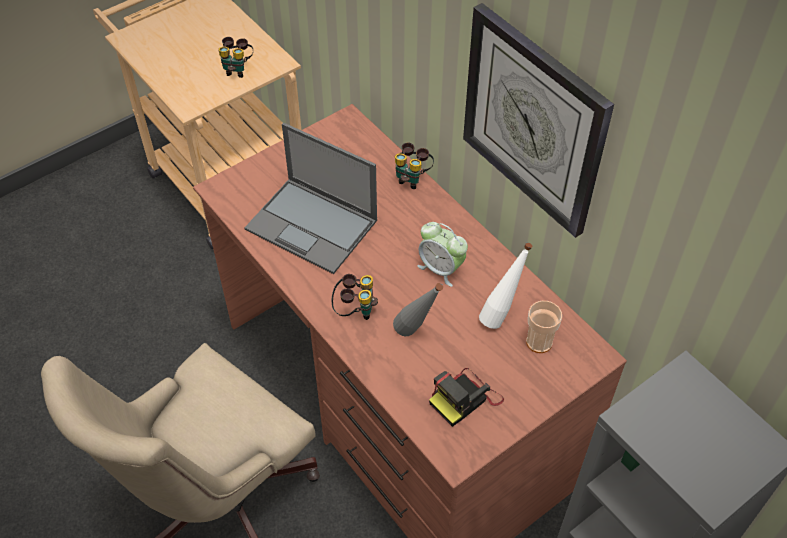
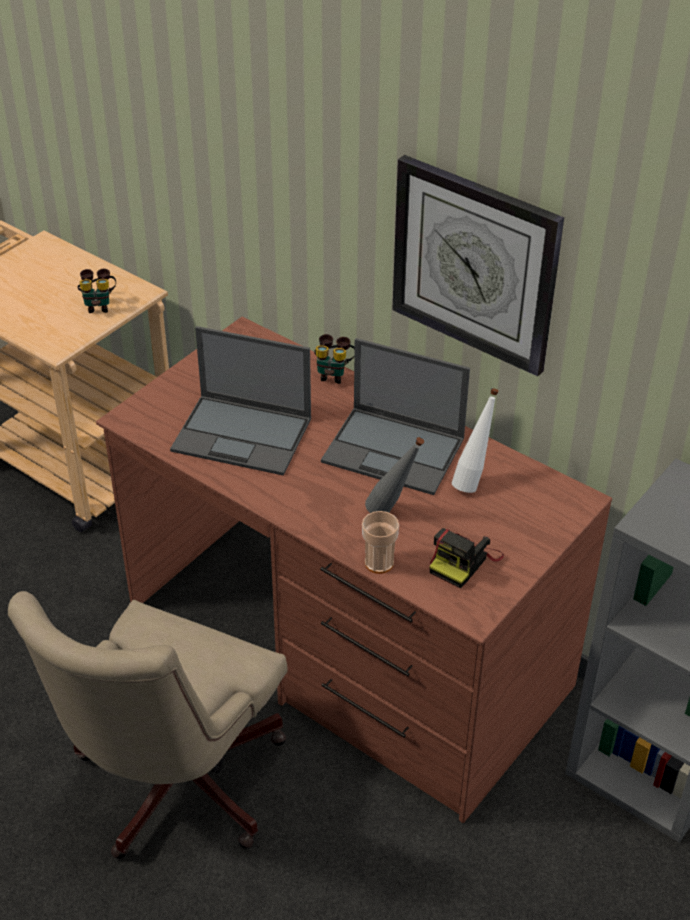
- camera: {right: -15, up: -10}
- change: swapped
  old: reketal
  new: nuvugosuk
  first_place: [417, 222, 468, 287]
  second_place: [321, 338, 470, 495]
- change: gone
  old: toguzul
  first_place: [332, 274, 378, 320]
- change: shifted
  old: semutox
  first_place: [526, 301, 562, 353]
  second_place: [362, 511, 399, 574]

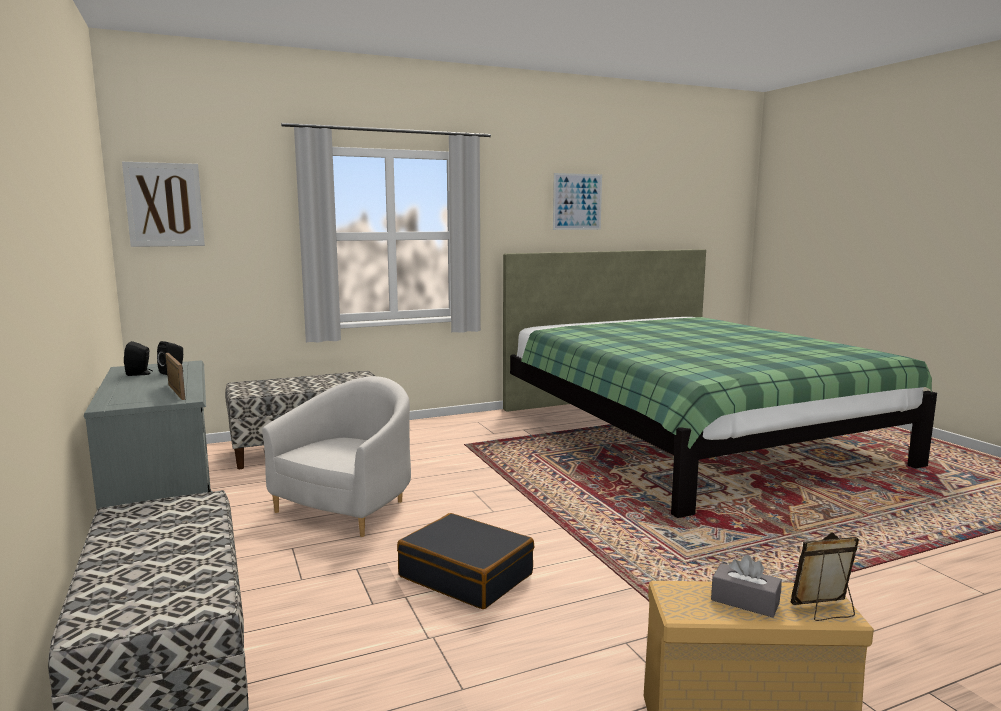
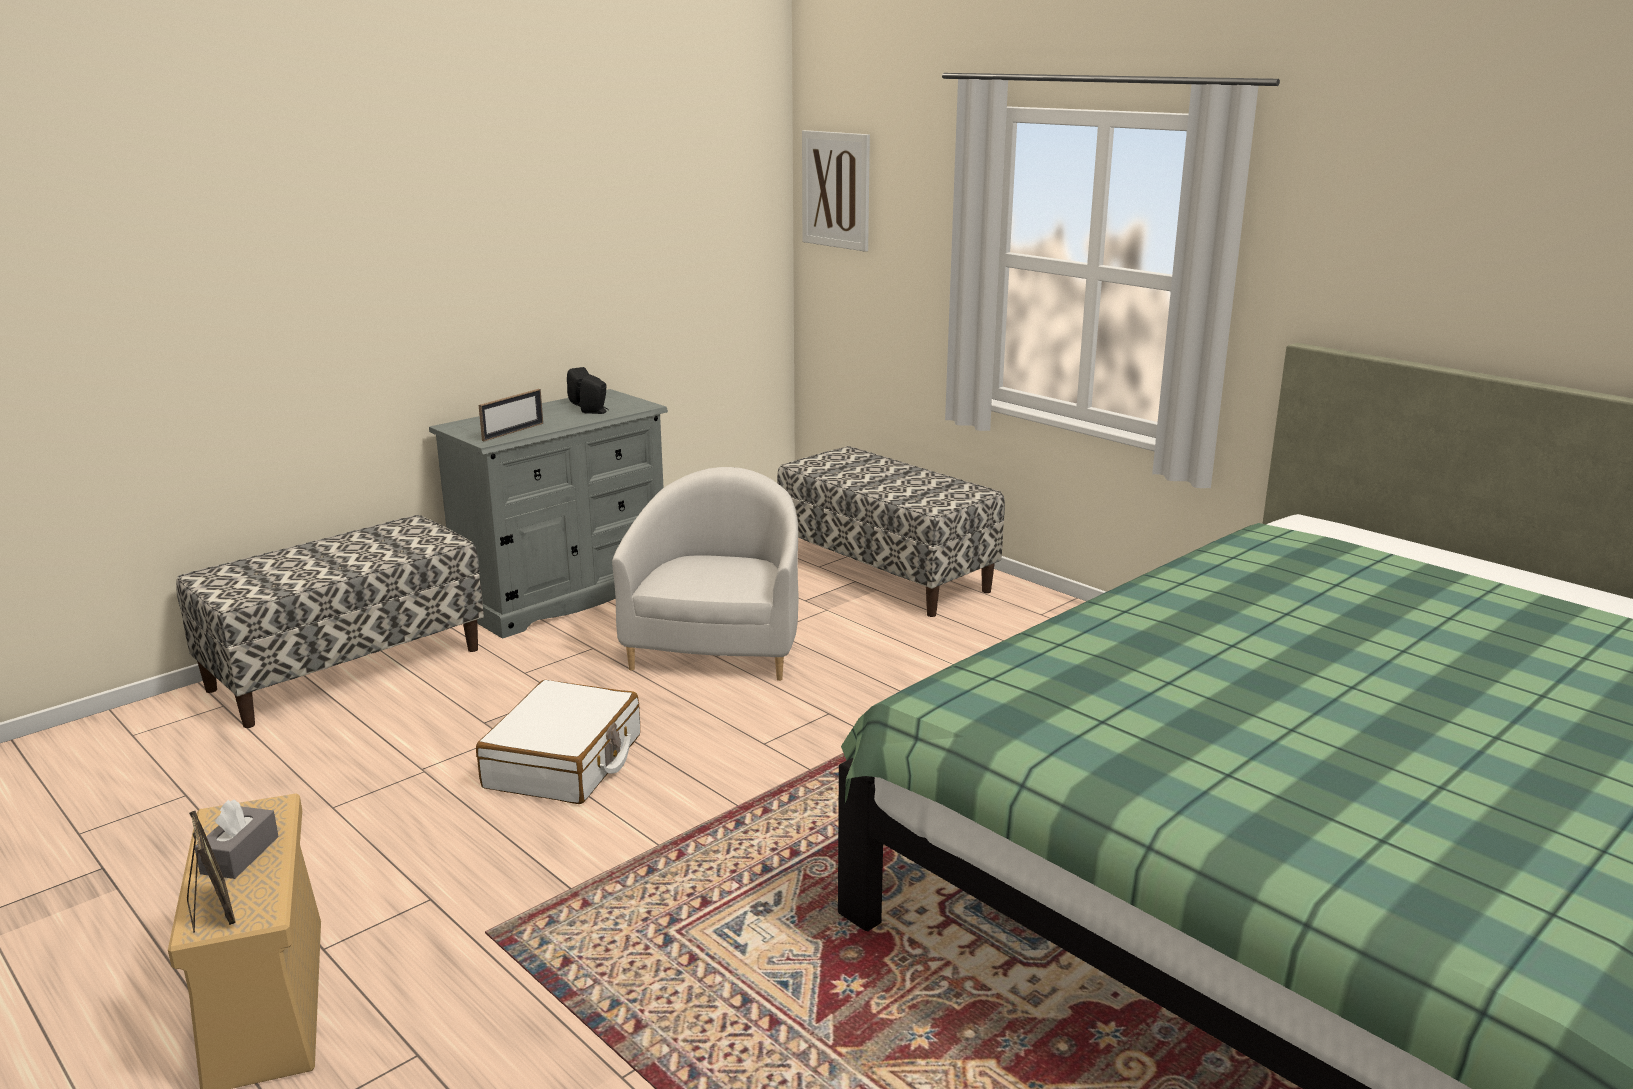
- camera: {right: 70, up: 10}
- change: gone
  old: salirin
  first_place: [553, 173, 602, 230]
- change: rotated
  old: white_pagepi
  first_place: [262, 376, 411, 537]
  second_place: [612, 467, 799, 681]
  degrees: -90
- change: repainted
  old: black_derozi
  new: white_derozi
  first_place: [397, 513, 534, 609]
  second_place: [476, 680, 640, 804]

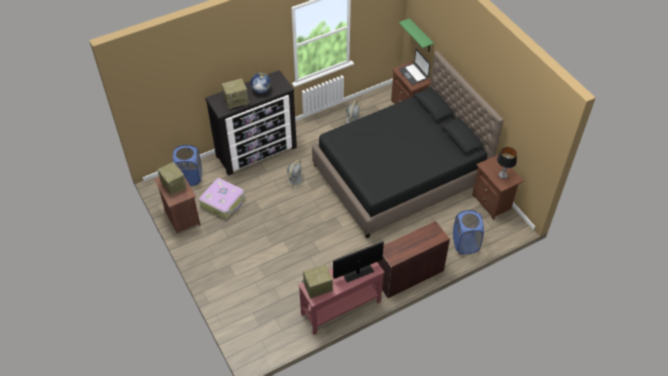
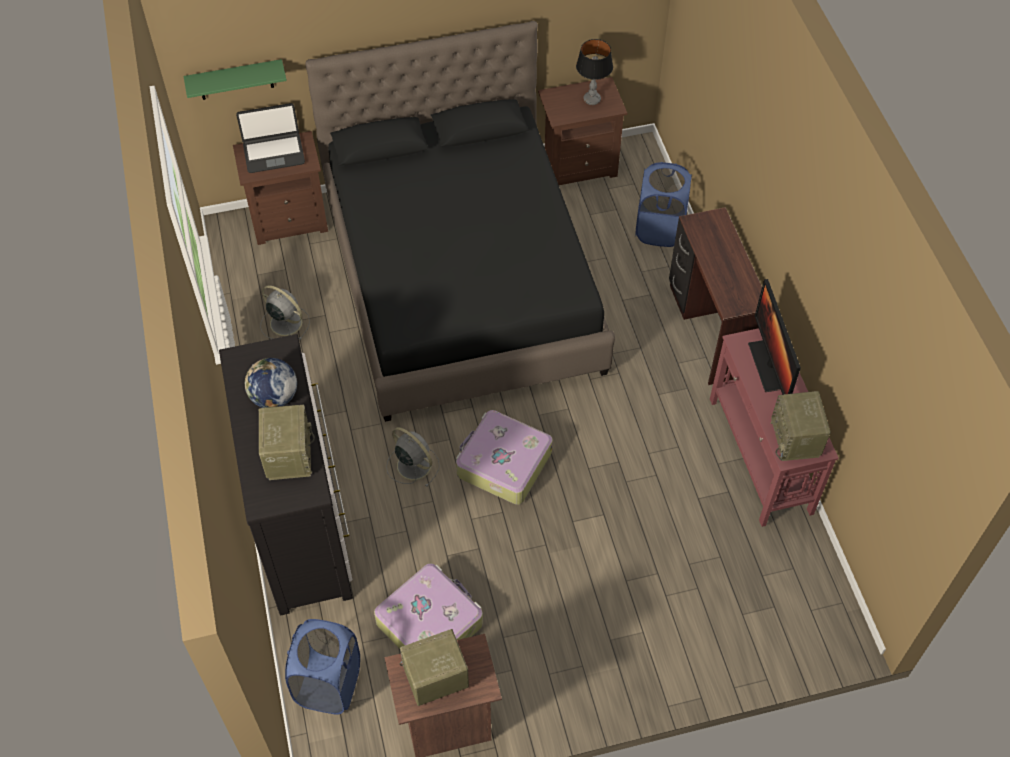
- camera: {right: -75, up: 5}
- change: new
  new: derozi
  second_place: [456, 410, 553, 505]

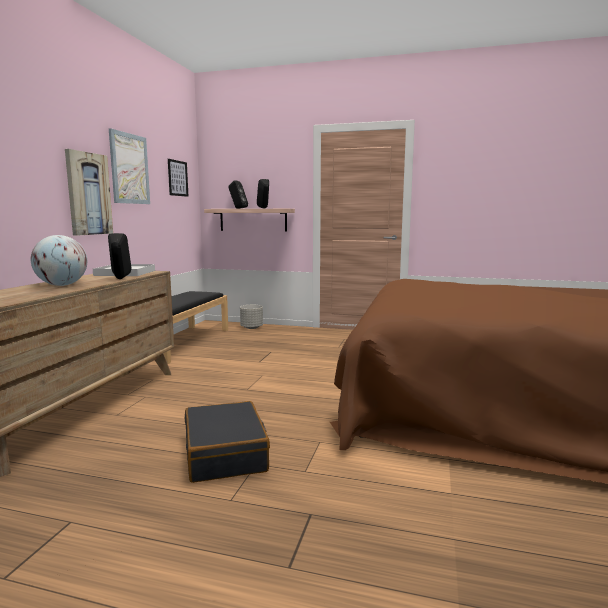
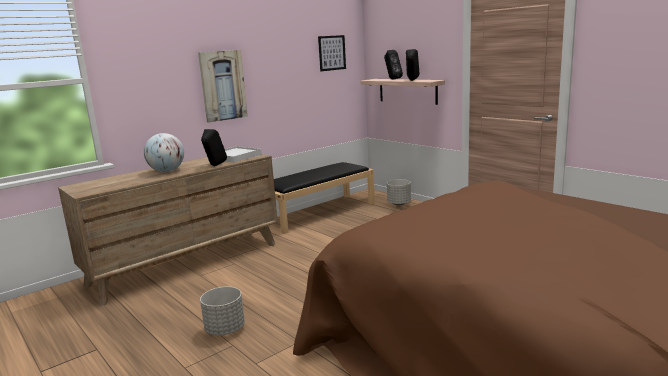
- camera: {right: 35, up: 5}
- change: gone
  old: salirin
  first_place: [109, 128, 150, 204]
- change: swapped
  old: black_derozi
  new: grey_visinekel
  first_place: [185, 401, 270, 483]
  second_place: [200, 287, 245, 336]

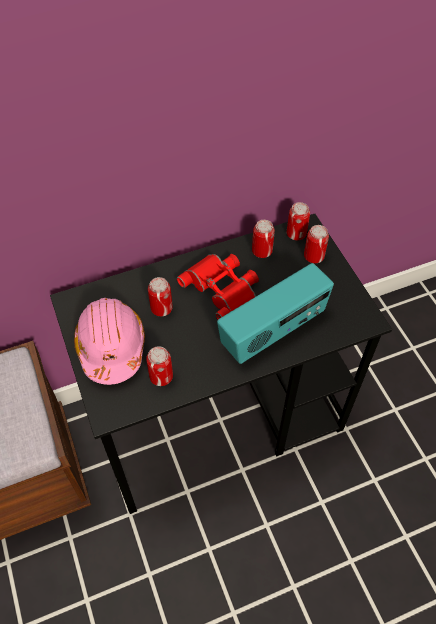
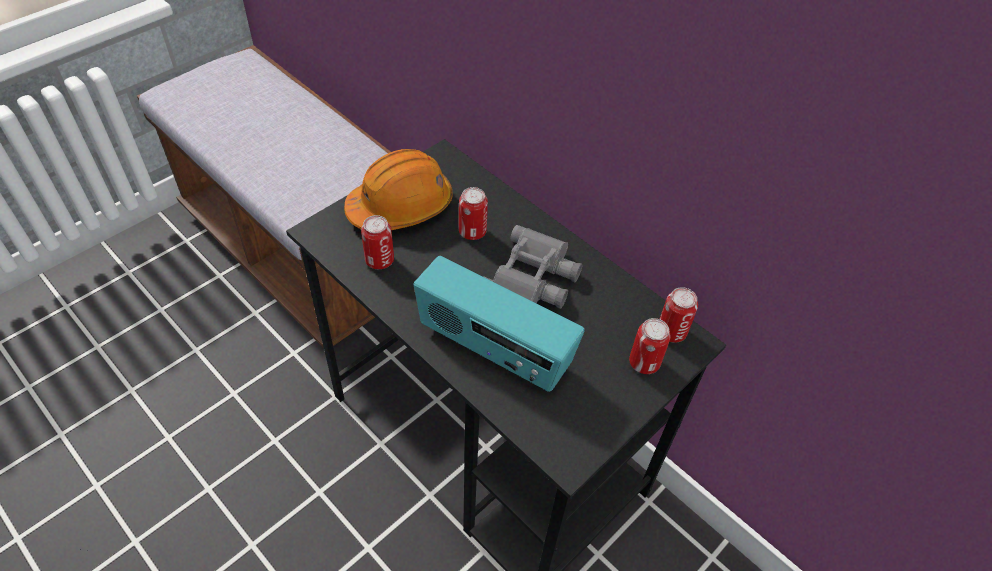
- camera: {right: 65, up: -5}
- change: gone
  old: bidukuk
  first_place: [252, 220, 275, 258]
- change: repainted
  old: red_toguzul
  new: grey_toguzul
  first_place: [177, 254, 259, 319]
  second_place: [483, 225, 582, 309]
- change: repainted
  old: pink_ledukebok
  new: orange_ledukebok
  first_place: [74, 298, 145, 385]
  second_place: [344, 149, 452, 230]

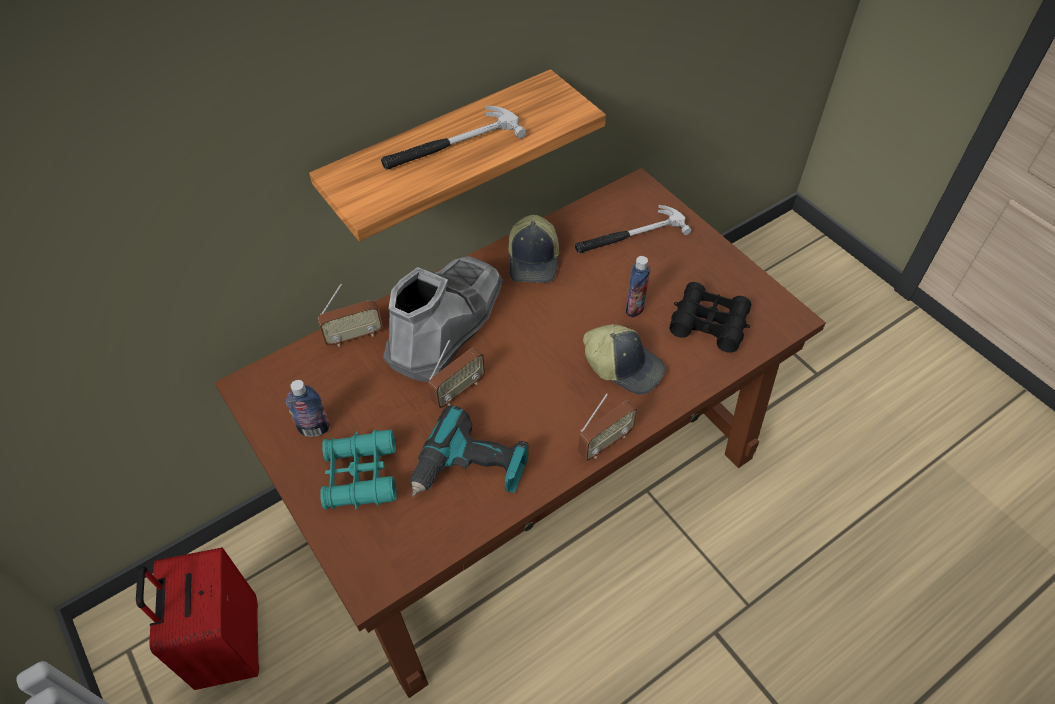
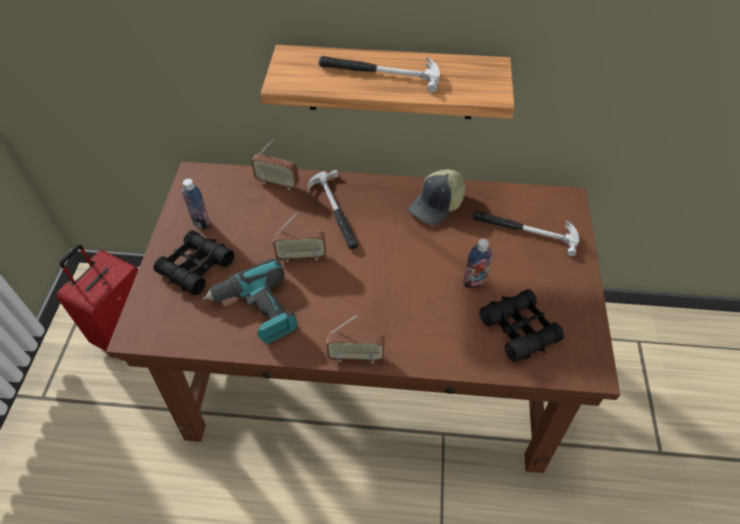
- camera: {right: 40, up: 0}
- change: swapped
  old: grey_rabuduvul
  new: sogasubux
  first_place: [383, 256, 503, 383]
  second_place: [307, 170, 358, 249]
- change: gone
  old: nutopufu
  first_place: [583, 324, 666, 395]
- change: repainted
  old: turquoise_toguzul
  new: black_toguzul
  first_place: [320, 430, 397, 510]
  second_place: [154, 230, 234, 295]

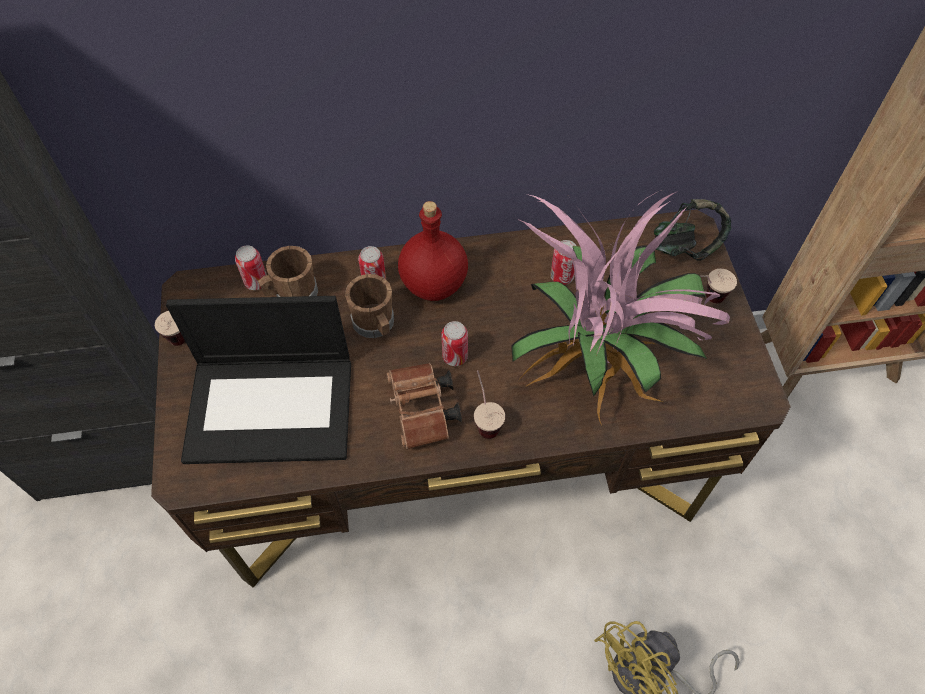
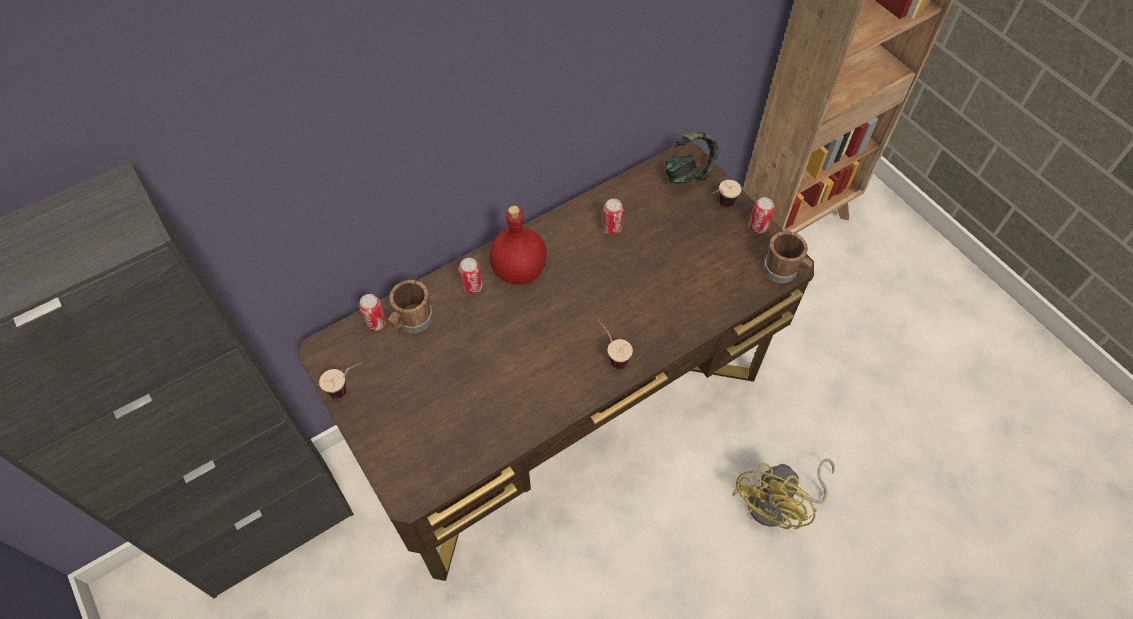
- camera: {right: -25, up: 0}
- change: gone
  old: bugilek
  first_place: [511, 183, 730, 425]
- change: shifted
  old: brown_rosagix
  first_place: [345, 274, 394, 338]
  second_place: [763, 231, 813, 283]
- change: gone
  old: nuvugosuk
  first_place: [166, 296, 351, 464]
- change: shifted
  old: bidukuk
  first_place: [441, 321, 468, 366]
  second_place: [749, 197, 775, 234]
- change: gone
  old: brown_toguzul
  first_place: [387, 363, 462, 450]

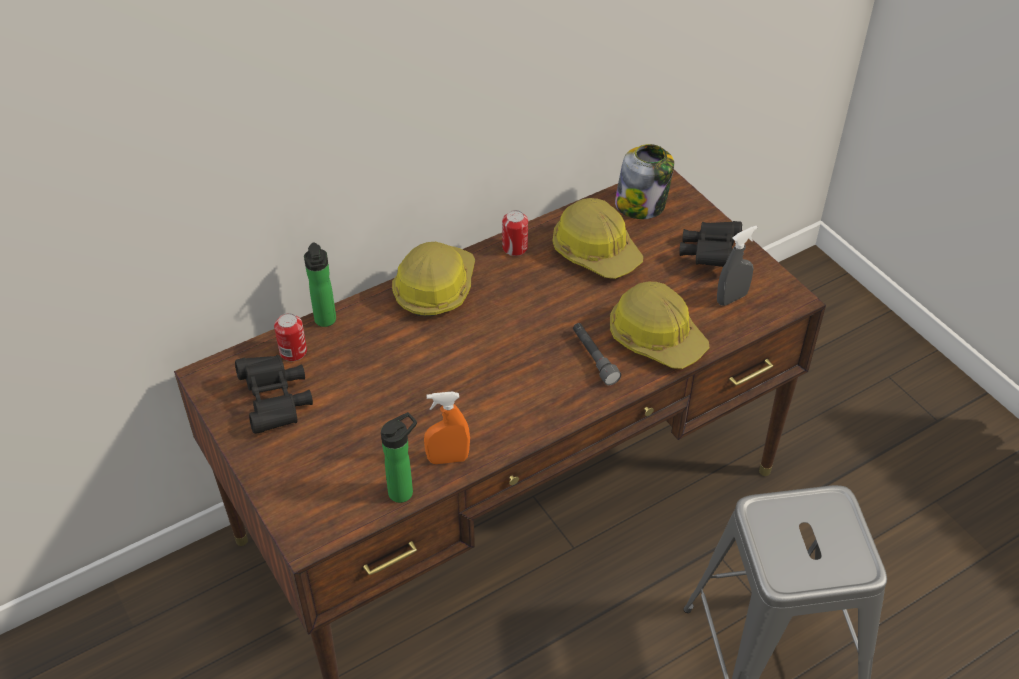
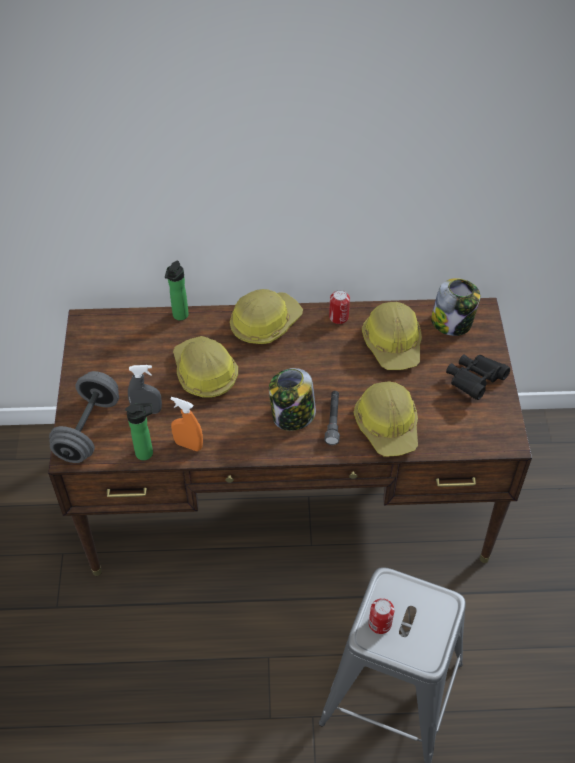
- camera: {right: 30, up: 5}
- change: shifted
  old: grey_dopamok
  first_place: [717, 226, 758, 306]
  second_place: [128, 365, 162, 414]
- change: shifted
  old: bidukuk
  first_place: [274, 313, 307, 361]
  second_place: [369, 598, 394, 634]
- change: gone
  old: black_toguzul
  first_place: [235, 355, 313, 434]
- change: new
  new: ledukebok
  second_place: [173, 336, 238, 398]
- change: new
  new: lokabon
  second_place: [269, 368, 316, 431]
- change: new
  new: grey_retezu
  second_place: [49, 371, 119, 463]

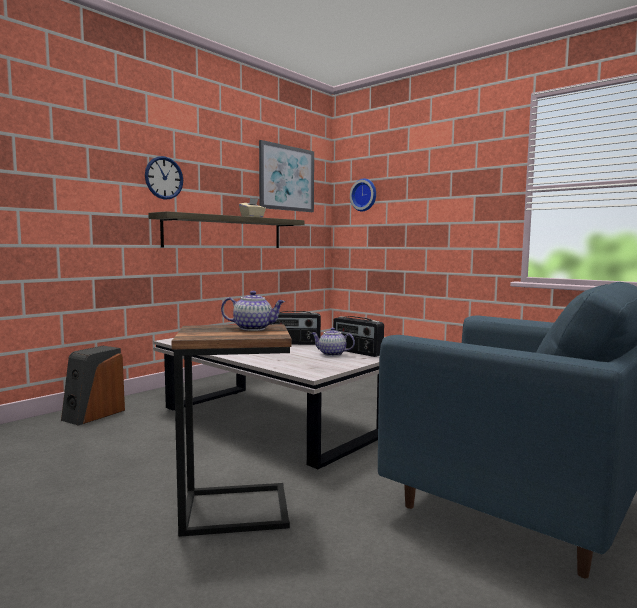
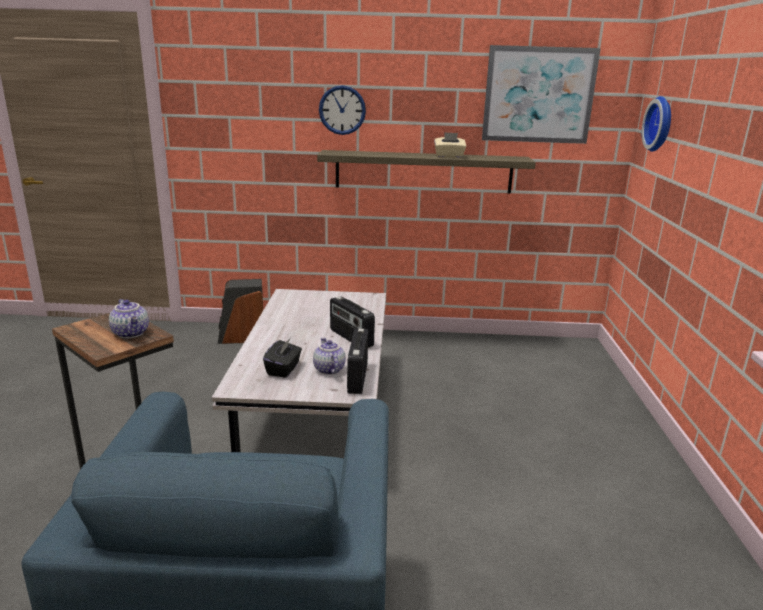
- camera: {right: 50, up: 15}
- change: new
  new: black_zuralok
  second_place: [263, 339, 302, 378]

